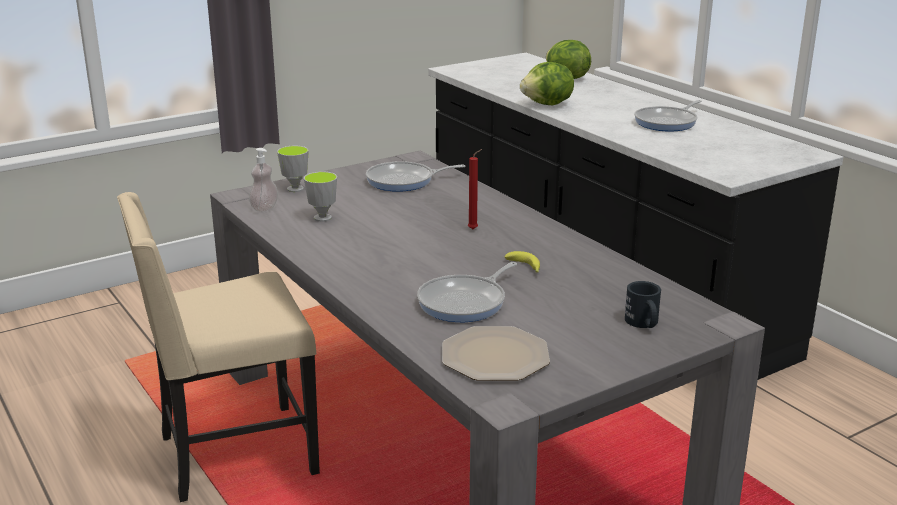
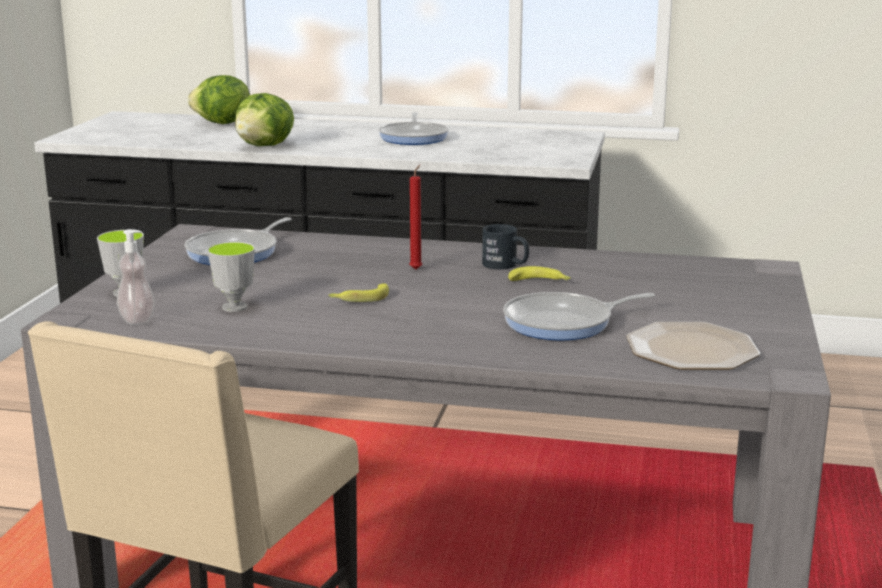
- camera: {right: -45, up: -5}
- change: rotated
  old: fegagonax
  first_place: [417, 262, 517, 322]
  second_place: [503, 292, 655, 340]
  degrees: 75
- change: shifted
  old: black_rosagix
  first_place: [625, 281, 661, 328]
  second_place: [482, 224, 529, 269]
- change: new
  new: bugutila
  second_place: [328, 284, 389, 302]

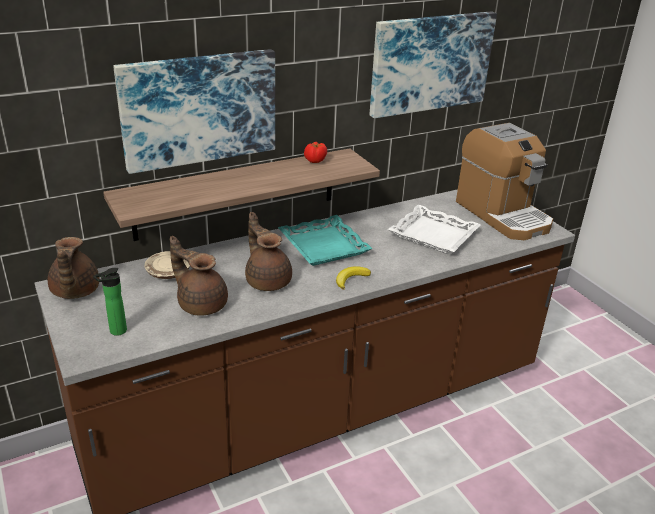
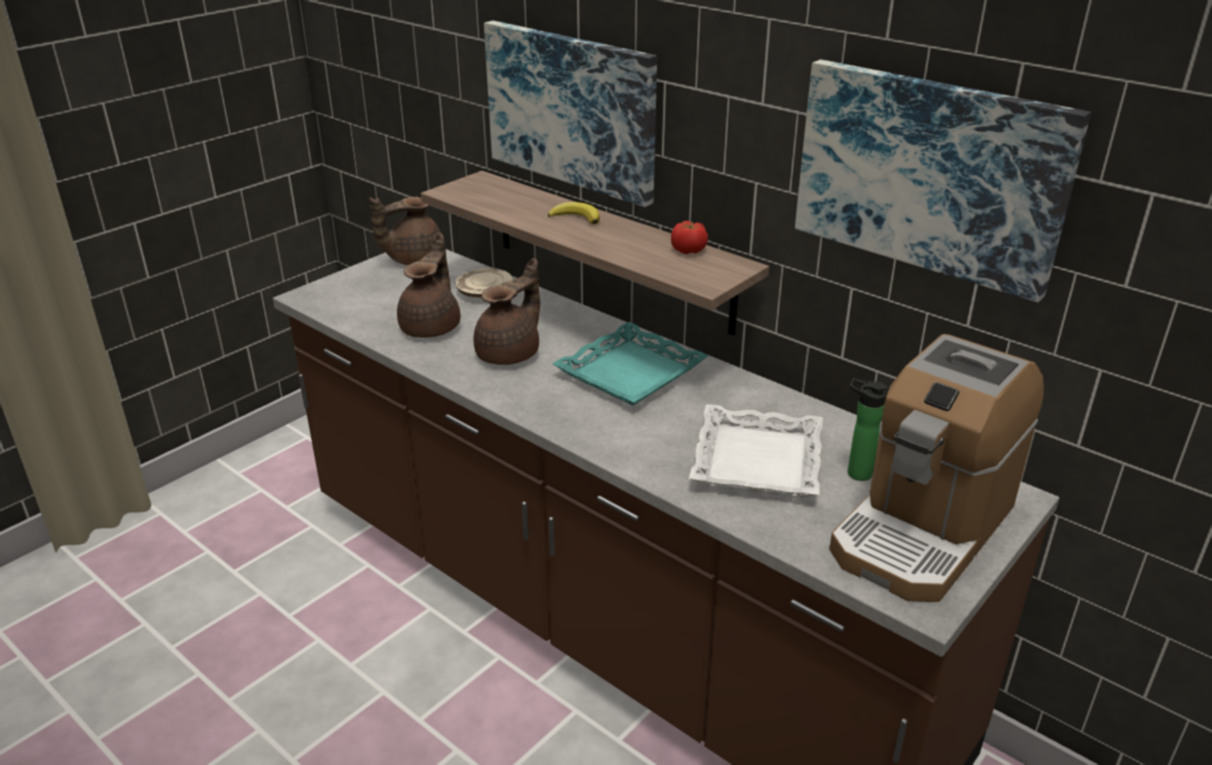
- camera: {right: 70, up: 0}
- change: shifted
  old: bugutila
  first_place: [336, 266, 371, 290]
  second_place: [548, 202, 600, 224]
- change: shifted
  old: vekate
  first_place: [93, 268, 127, 336]
  second_place: [848, 378, 888, 481]

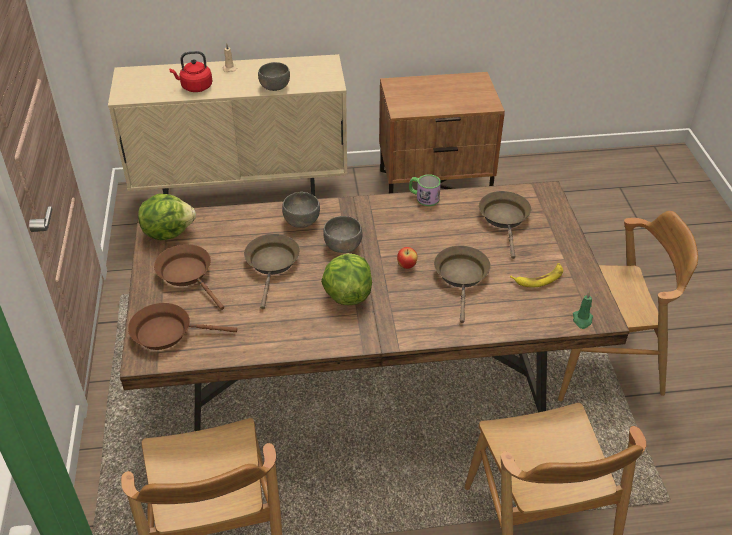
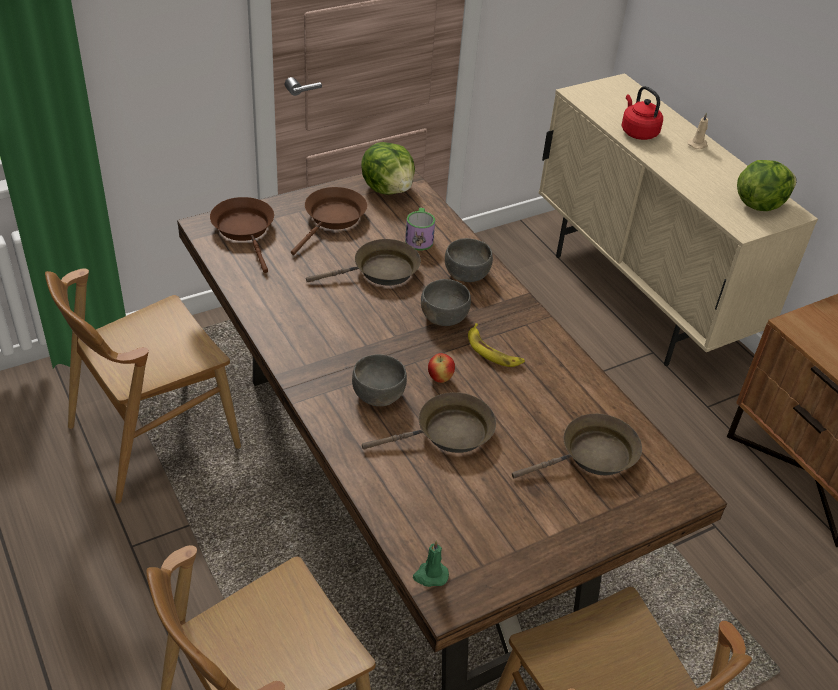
- camera: {right: 65, up: 0}
- change: shifted
  old: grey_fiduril
  first_place: [258, 62, 290, 91]
  second_place: [352, 354, 407, 406]
- change: shifted
  old: rosagix
  first_place: [409, 174, 441, 206]
  second_place: [405, 208, 435, 250]
- change: shifted
  old: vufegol
  first_place: [321, 253, 372, 305]
  second_place: [737, 160, 797, 211]
- change: shifted
  old: bugutila
  first_place: [510, 263, 563, 288]
  second_place: [468, 323, 525, 367]

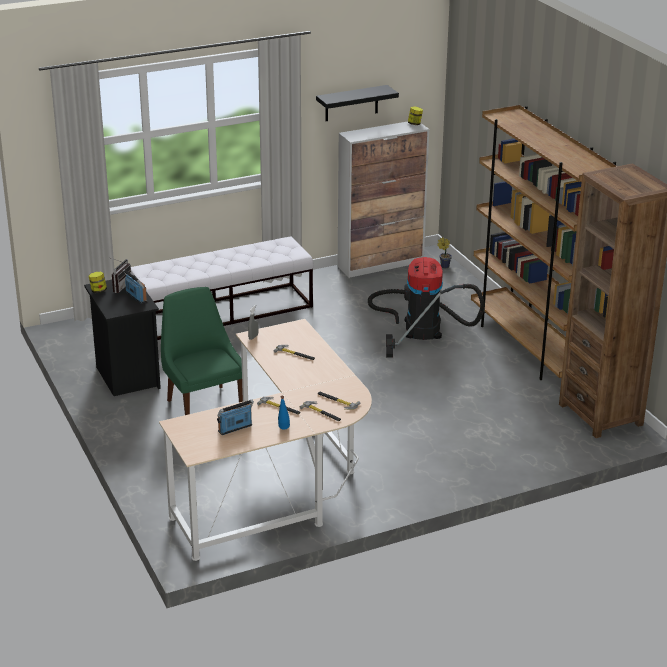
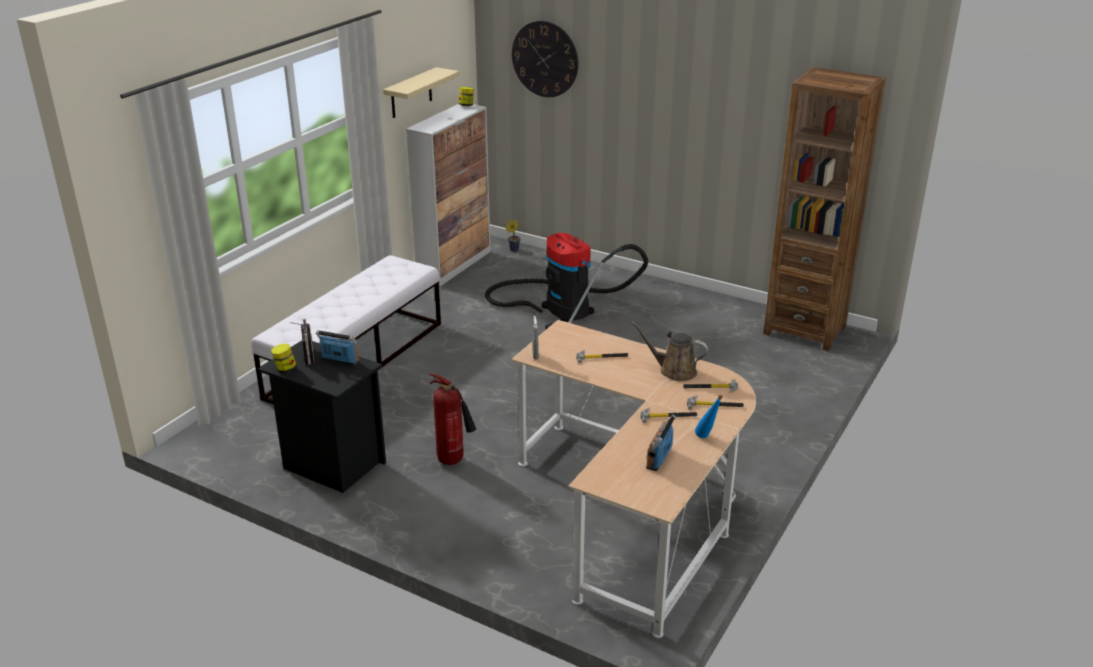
- camera: {right: -35, up: 0}
- change: repainted
  old: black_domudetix
  new: beige_domudetix
  first_place: [316, 85, 399, 121]
  second_place: [383, 67, 460, 118]
- change: gone
  old: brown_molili
  first_place: [471, 105, 617, 380]
- change: swapped
  old: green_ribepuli
  new: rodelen
  first_place: [161, 287, 243, 415]
  second_place: [430, 373, 476, 465]
- change: new
  new: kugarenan
  second_place: [512, 21, 578, 97]
- change: new
  new: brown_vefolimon
  second_place: [631, 321, 708, 381]

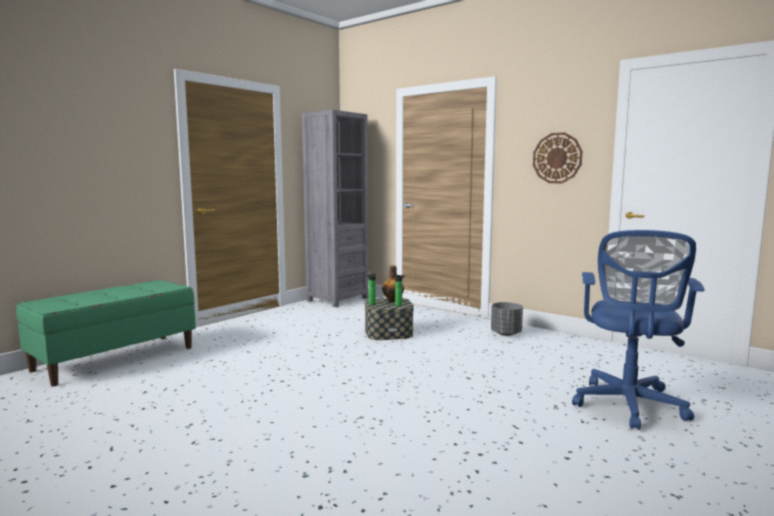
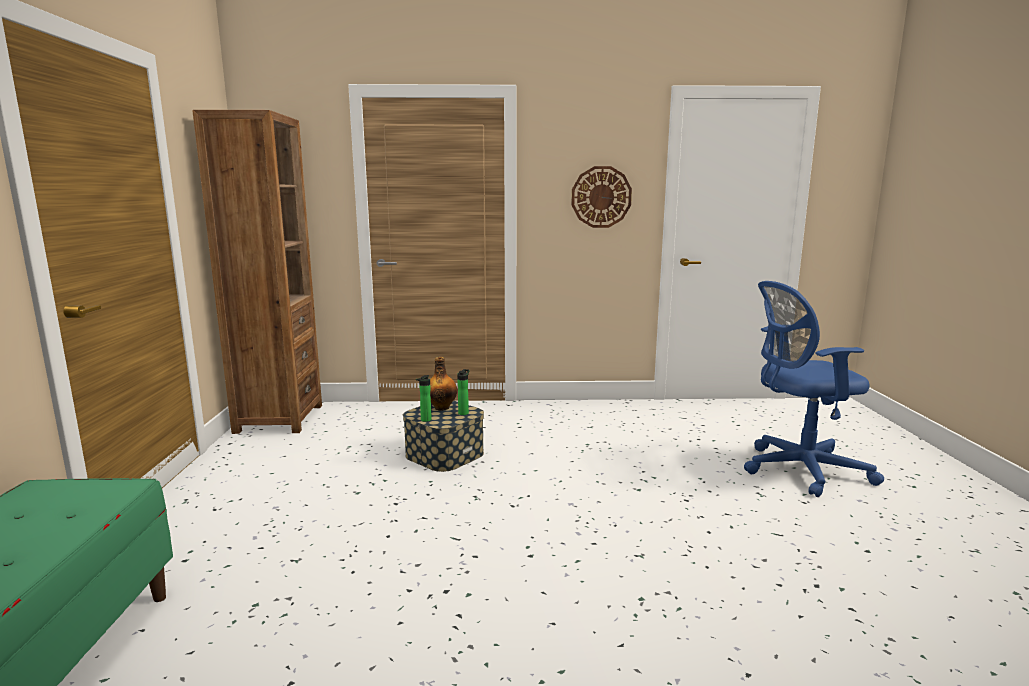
- camera: {right: -40, up: 5}
- change: repainted
  old: grey_molili
  new: brown_molili
  first_place: [302, 110, 368, 307]
  second_place: [192, 110, 322, 434]
- change: rotated
  old: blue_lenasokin
  first_place: [572, 230, 705, 430]
  second_place: [744, 281, 884, 497]
  degrees: 105
- change: gone
  old: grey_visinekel
  first_place: [491, 302, 523, 336]

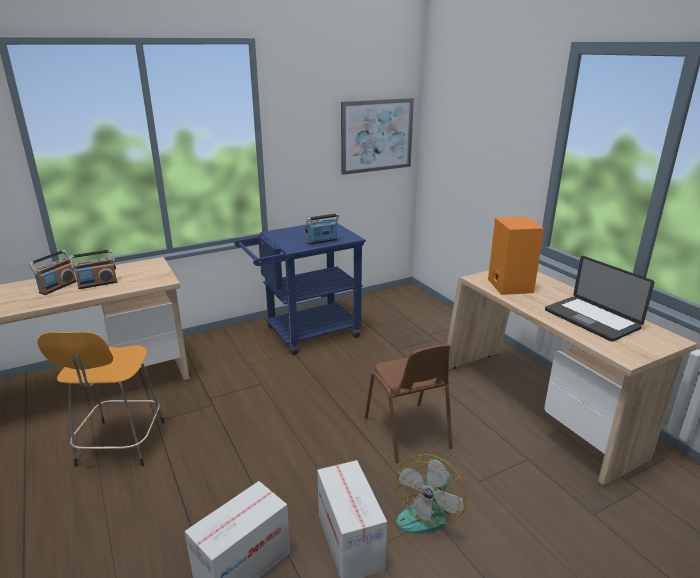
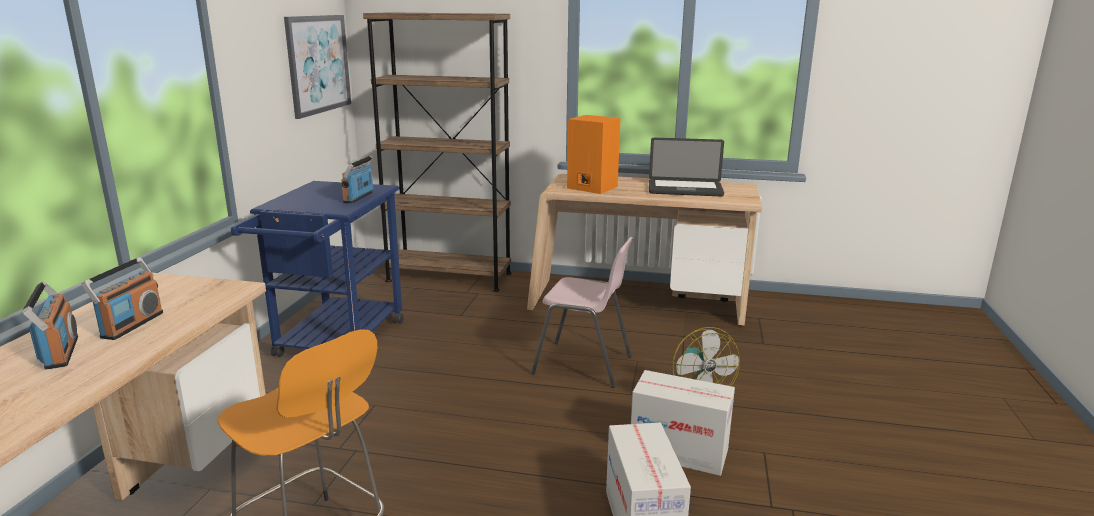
- camera: {right: -50, up: -5}
- change: repainted
  old: brown_ribepuli
  new: pink_ribepuli
  first_place: [365, 344, 452, 463]
  second_place: [531, 237, 633, 388]
- change: new
  new: brown_molili
  second_place: [363, 12, 511, 292]

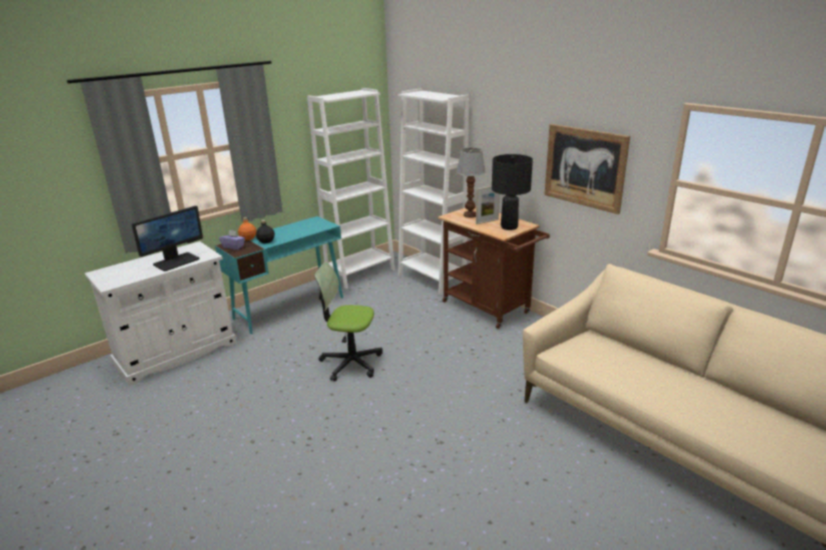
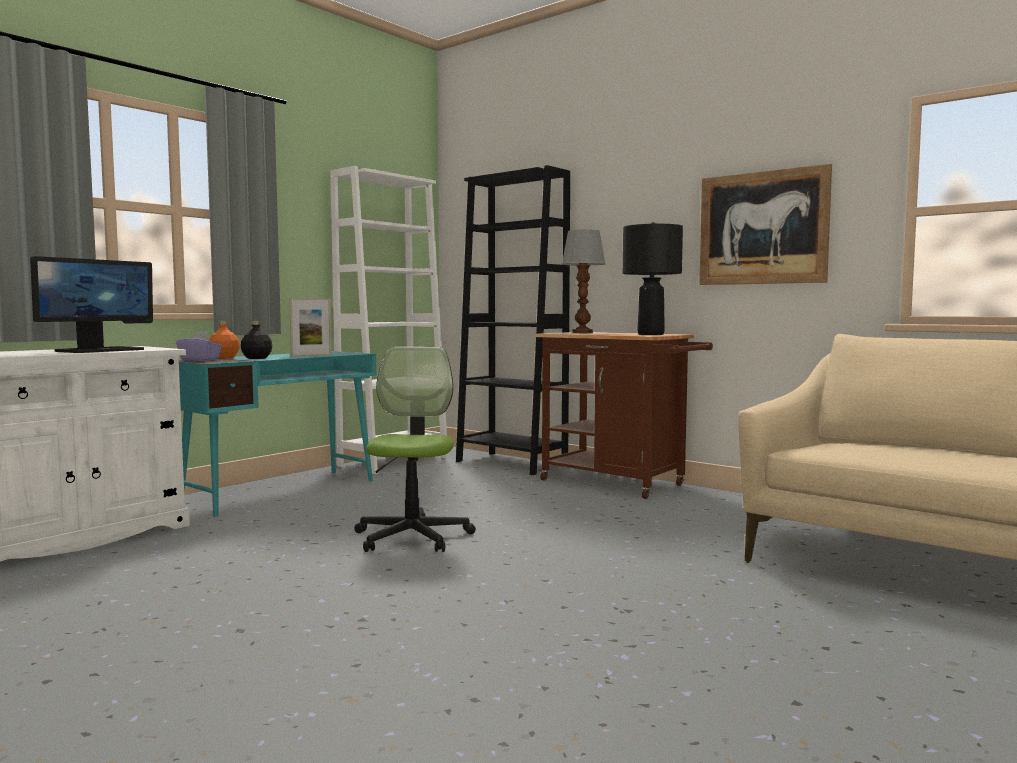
- camera: {right: -10, up: -20}
- change: repainted
  old: white_molili
  new: black_molili
  first_place: [398, 89, 469, 295]
  second_place: [456, 165, 570, 475]
- change: shifted
  old: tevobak
  first_place: [476, 186, 500, 224]
  second_place: [289, 298, 332, 357]
- change: rotated
  old: lenasokin
  first_place: [314, 262, 383, 382]
  second_place: [354, 347, 476, 552]
  degrees: 90

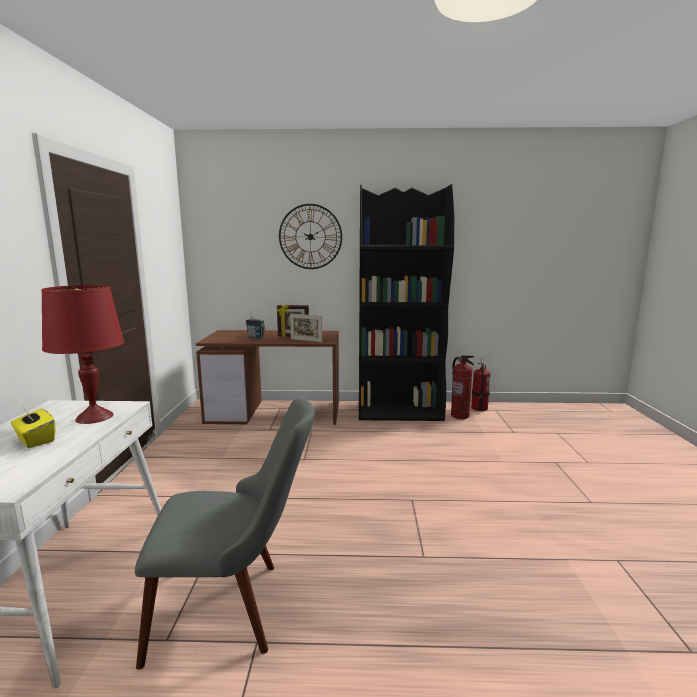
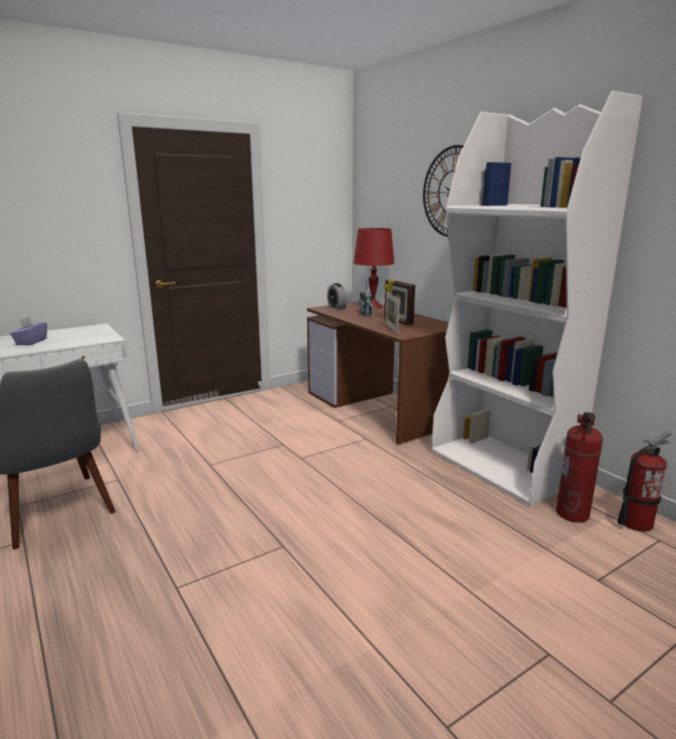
- camera: {right: 55, up: 5}
- change: repainted
  old: black_molili
  new: white_molili
  first_place: [359, 184, 454, 421]
  second_place: [431, 91, 643, 506]
- change: shifted
  old: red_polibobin
  first_place: [41, 285, 124, 424]
  second_place: [353, 228, 394, 309]
- change: repainted
  old: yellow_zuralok
  new: purple_zuralok
  first_place: [11, 407, 55, 448]
  second_place: [10, 317, 47, 345]
- change: new
  new: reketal
  second_place: [327, 283, 347, 310]

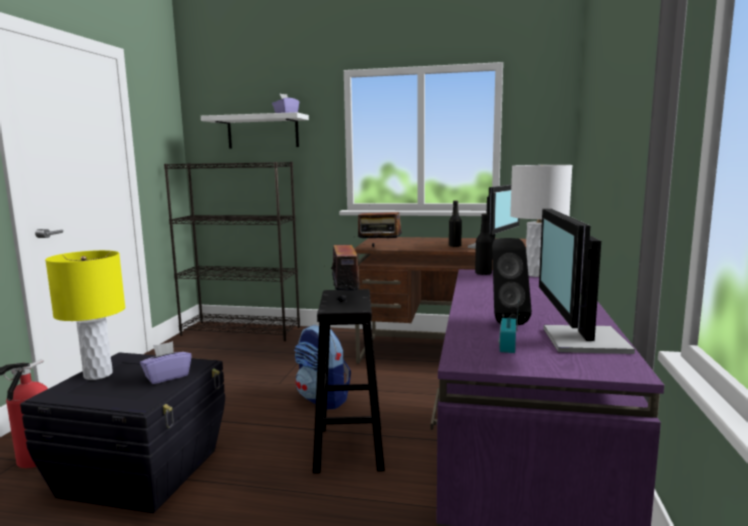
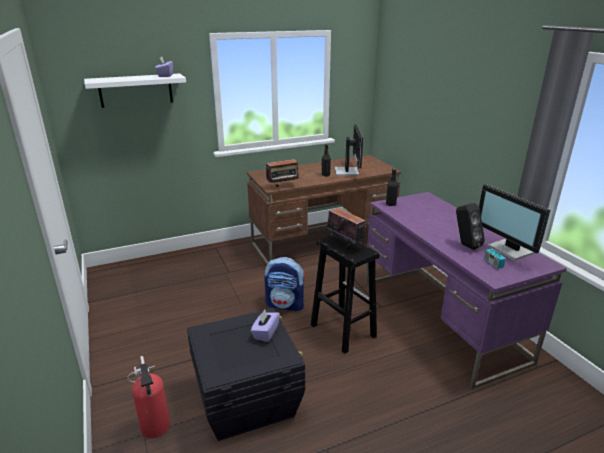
- camera: {right: -35, up: 15}
- change: gone
  old: black_molili
  first_place: [164, 162, 300, 341]
- change: gone
  old: white_polibobin
  first_place: [510, 165, 572, 277]
- change: gone
  old: yellow_polibobin
  first_place: [45, 250, 125, 380]

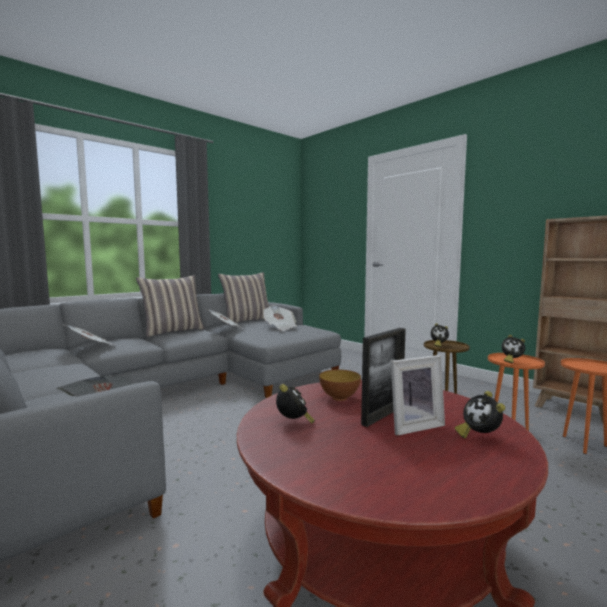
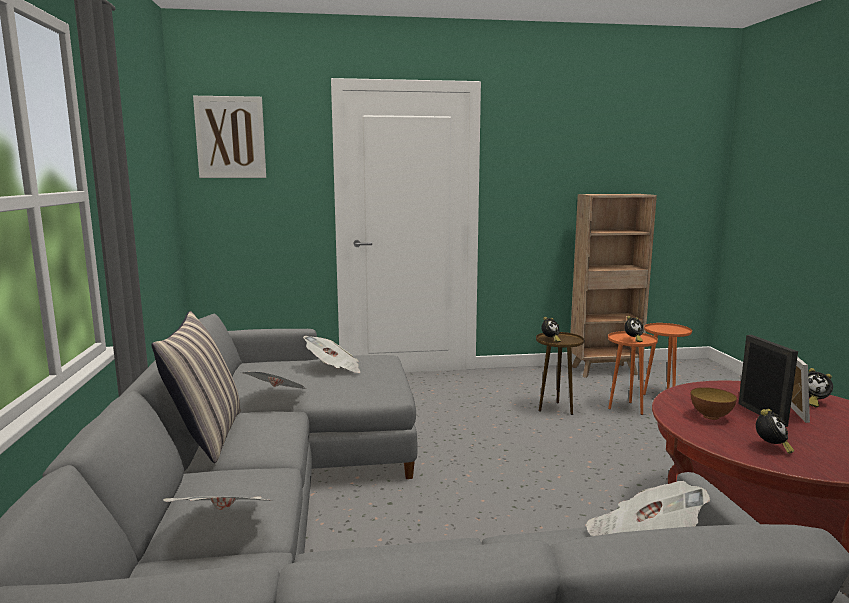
- camera: {right: -55, up: 5}
- change: gone
  old: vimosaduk
  first_place: [218, 272, 269, 325]
- change: rotated
  old: reketal
  first_place: [276, 384, 315, 424]
  second_place: [756, 409, 794, 454]
  degrees: 105
- change: new
  new: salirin
  second_place: [193, 96, 266, 178]

